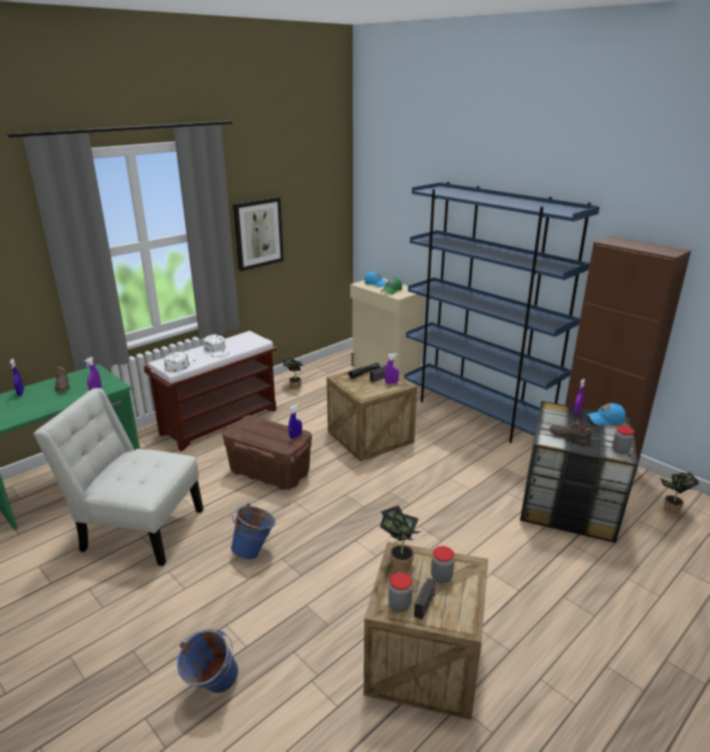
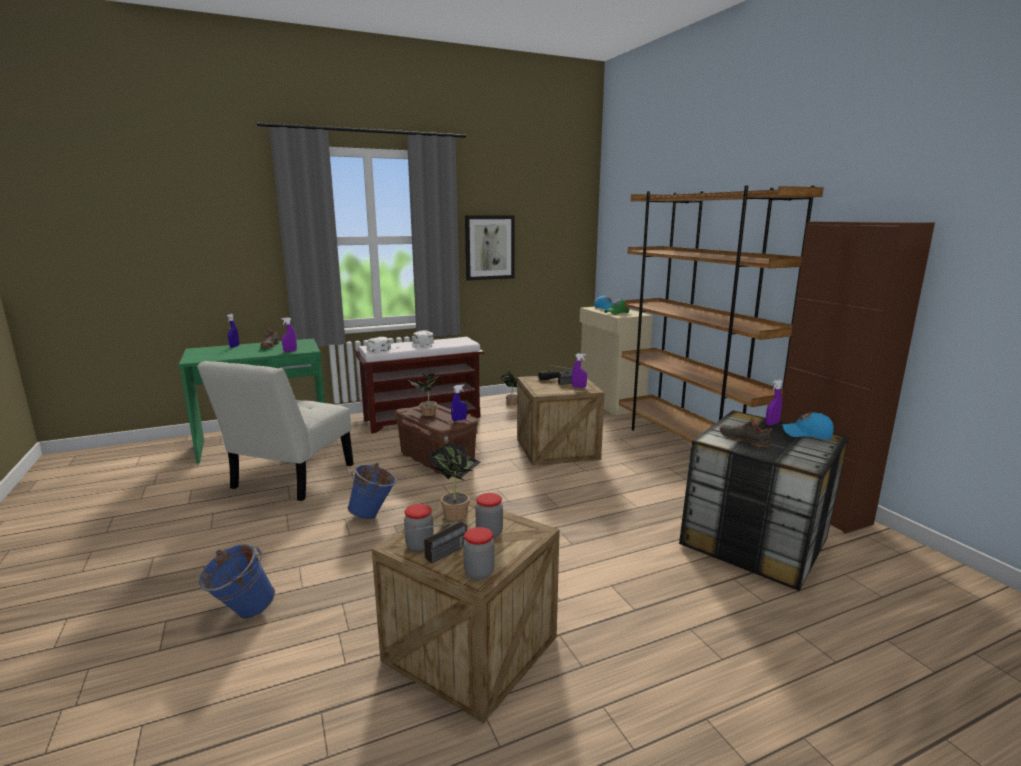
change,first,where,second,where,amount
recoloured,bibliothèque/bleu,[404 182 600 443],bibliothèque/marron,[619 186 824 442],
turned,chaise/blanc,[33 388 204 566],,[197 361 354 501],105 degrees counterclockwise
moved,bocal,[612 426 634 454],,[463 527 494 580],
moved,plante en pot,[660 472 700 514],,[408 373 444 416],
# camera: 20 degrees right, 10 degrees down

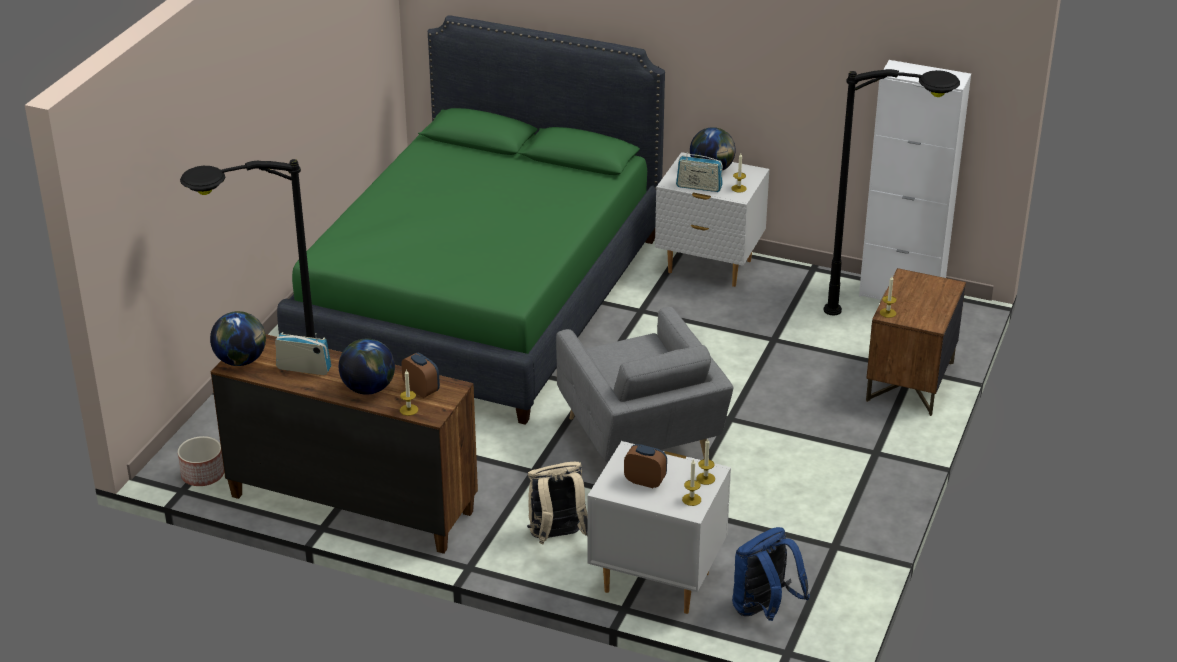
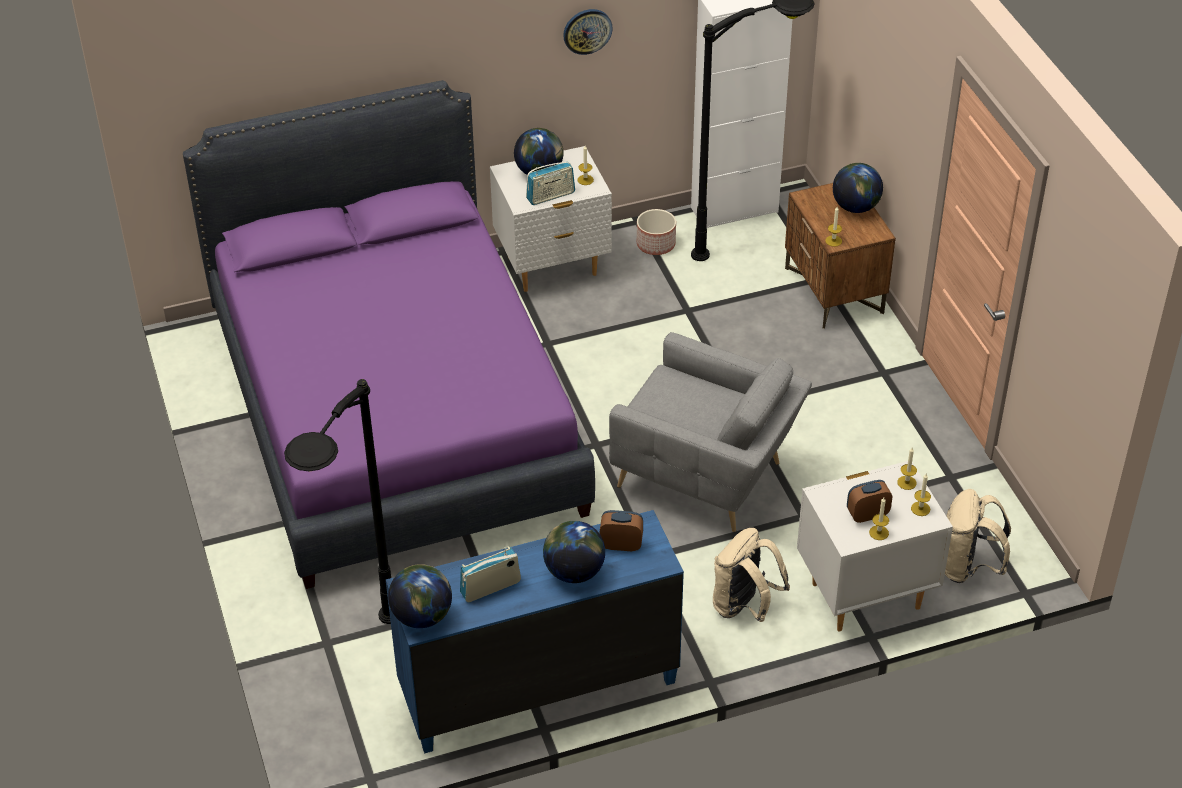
change,first,where,second,where,amount
recoloured,lit/vert,[277 15 665 425],lit/violet,[183 80 595 589],
recoloured,commode/marron,[211 334 478 554],commode/bleu,[386 510 684 753],
moved,bougie,[400 369 418 416],,[869 498 889 540],
moved,cache-pot,[178 436 224 486],,[637 209 676 255],
recoloured,sac à dos/bleu,[732 527 810 621],sac à dos/beige,[945 489 1011 583],
added,,,horloge murale,[563 9 613 55],
added,,,globe,[833 163 883 213],
# camera: 40 degrees left, 10 degrees up

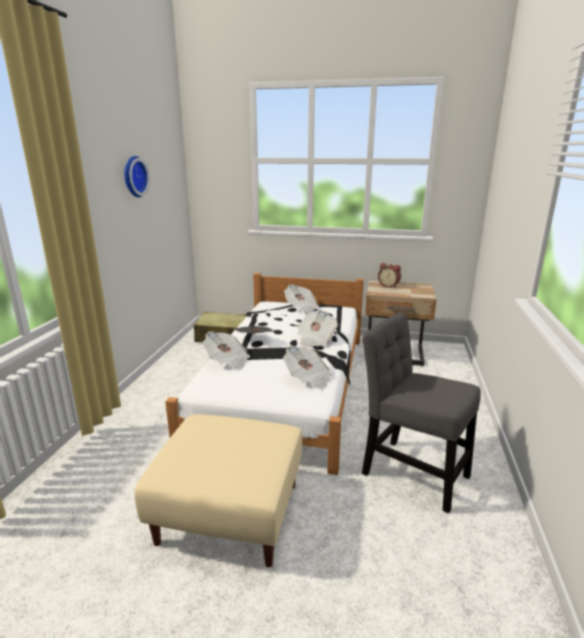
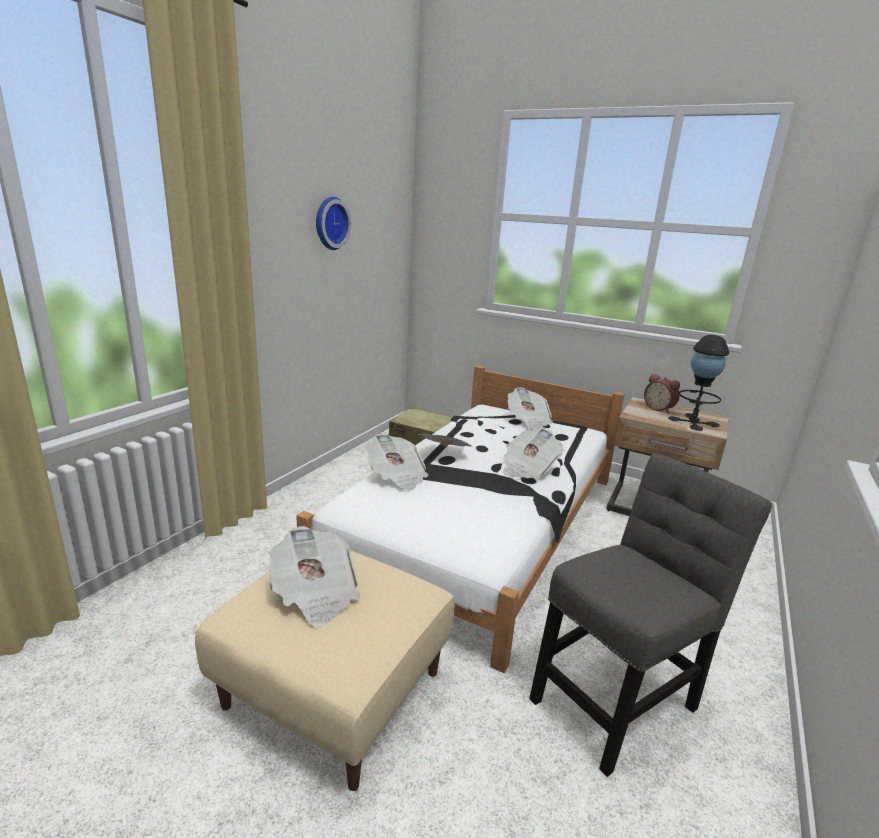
change,first,where,second,where,amount
turned,chaise/gris,[362 312 481 513],,[529 453 772 777],90 degrees clockwise
moved,journal,[283 345 332 390],,[269 526 360 628],
added,,,lampe de table/noir,[668 335 729 431],
# camera: 15 degrees right, 0 degrees up

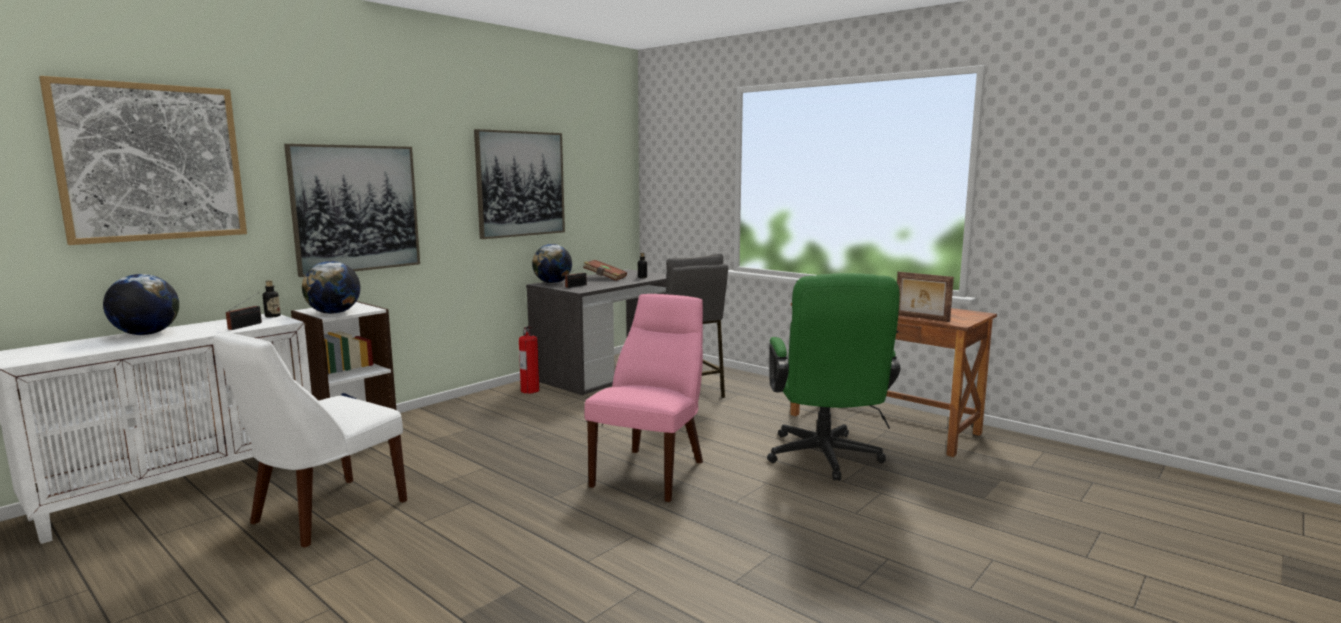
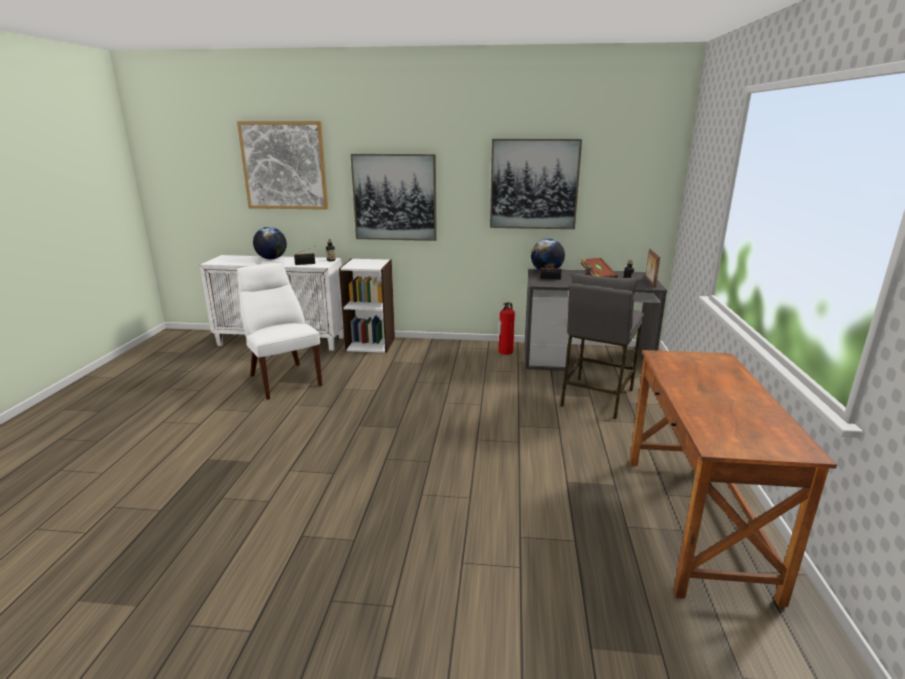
change,first,where,second,where,amount
removed,globe,[302 261 361 314],,,
moved,cadre photo,[897 272 954 322],,[645 249 660 288],
removed,chaise de bureau/vert,[767 273 901 481],,,
removed,chaise/rose,[584 294 703 502],,,
turned,chaise/blanc,[214 332 407 548],,[237 263 322 400],60 degrees clockwise
# camera: 55 degrees right, 10 degrees up

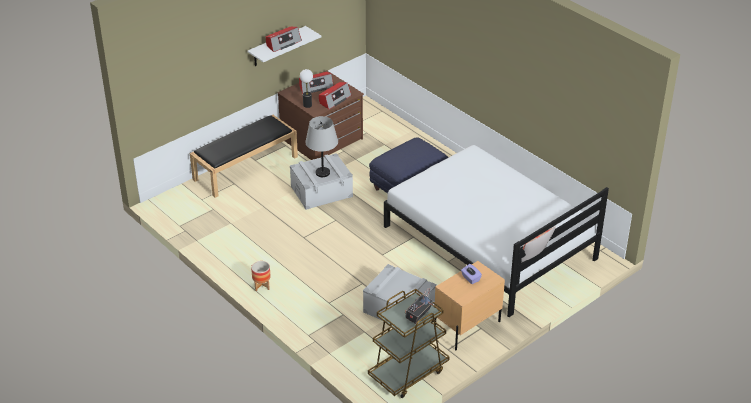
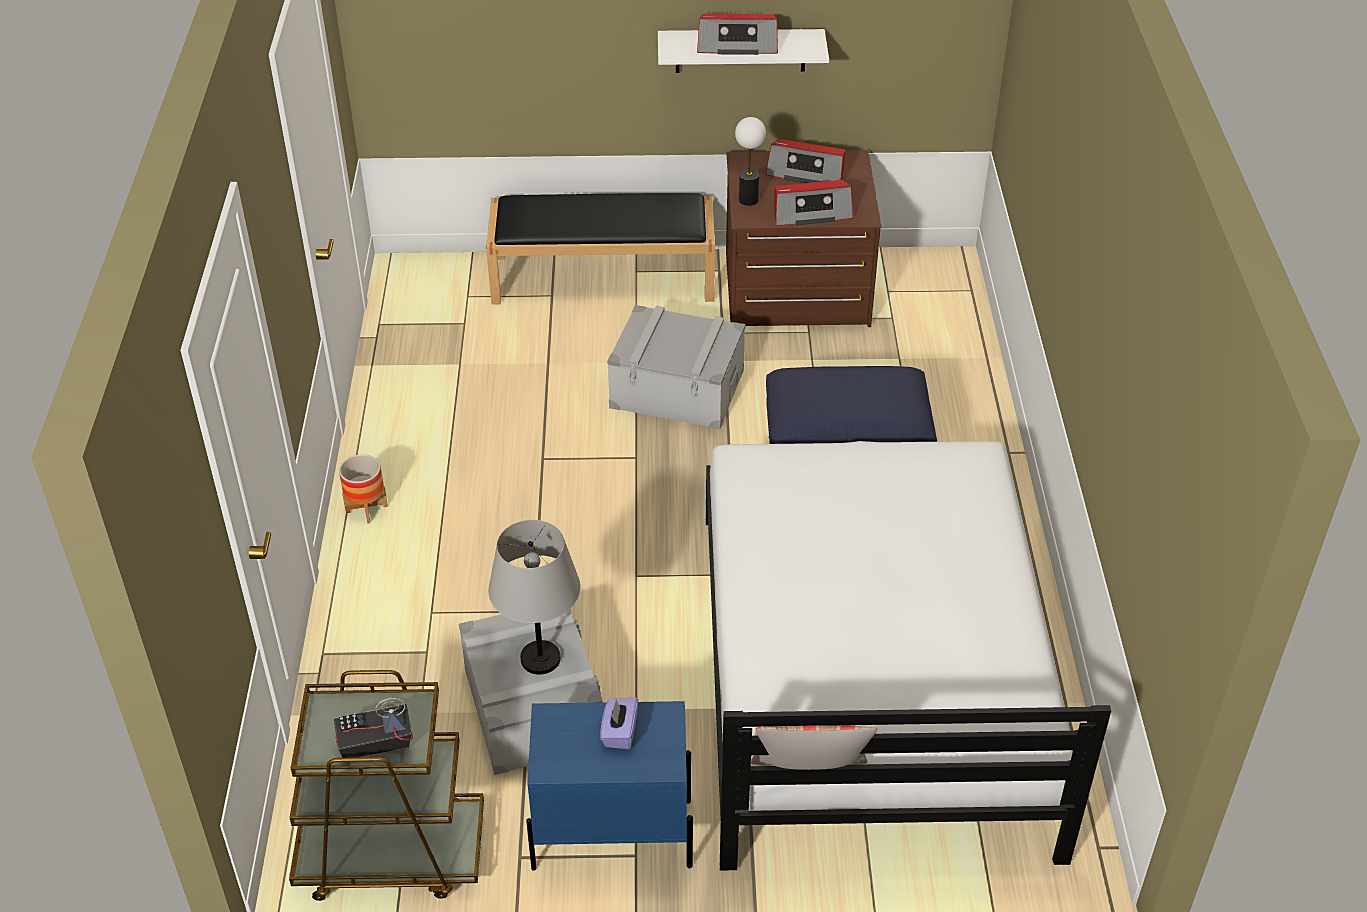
change,first,where,second,where,amount
moved,lampe de table/gris,[305 116 338 177],,[488 520 581 675],
recoloured,table de chevet/beige,[435 261 505 350],table de chevet/bleu,[526 701 693 871],
# camera: 40 degrees right, 5 degrees up

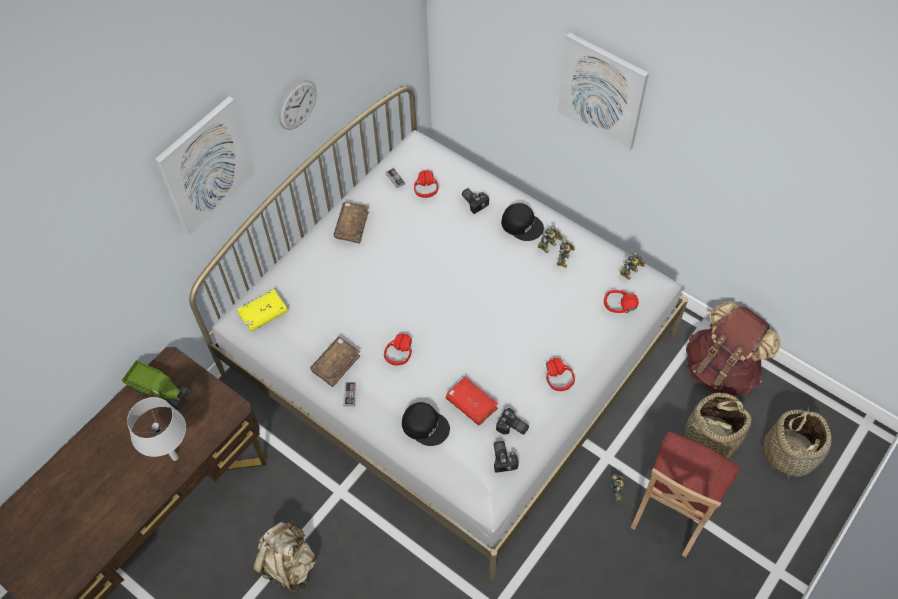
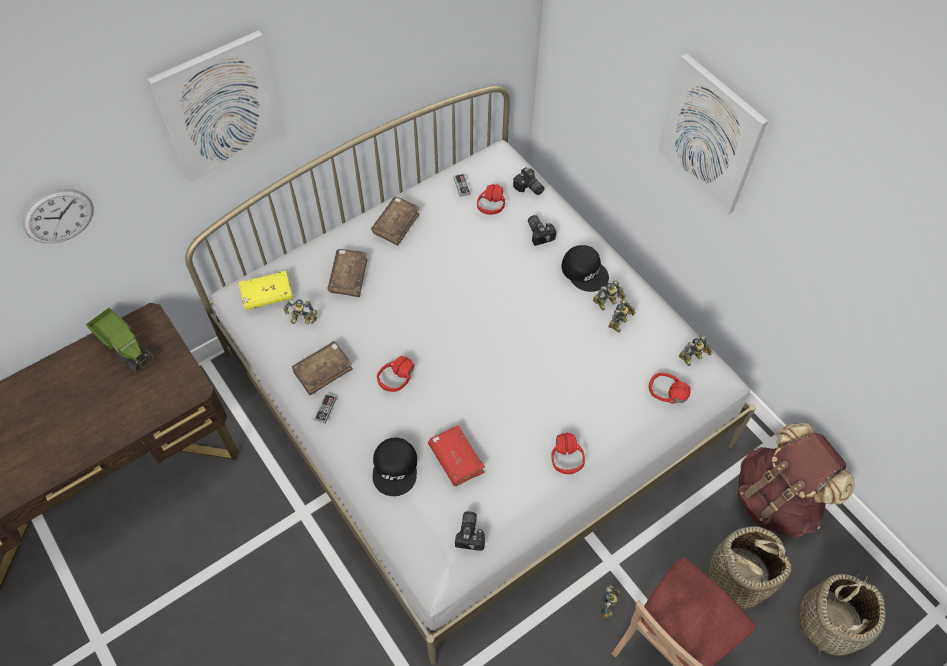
change,first,where,second,where,amount
moved,horloge murale,[279 80 316 130],,[22 189 94 243],
removed,lampe de table/gris,[127 397 186 461],,,
turned,casquette/noir,[402 402 450 446],,[373 438 417 496],45 degrees clockwise
moved,appareil photo,[496 408 529 435],,[513 167 544 195],
removed,sac à dos/beige,[253 521 316 594],,,
added,,,livre/marron,[328 249 367 297],
added,,,robot jouet,[283 299 317 324],
# camera: 15 degrees right, 0 degrees up

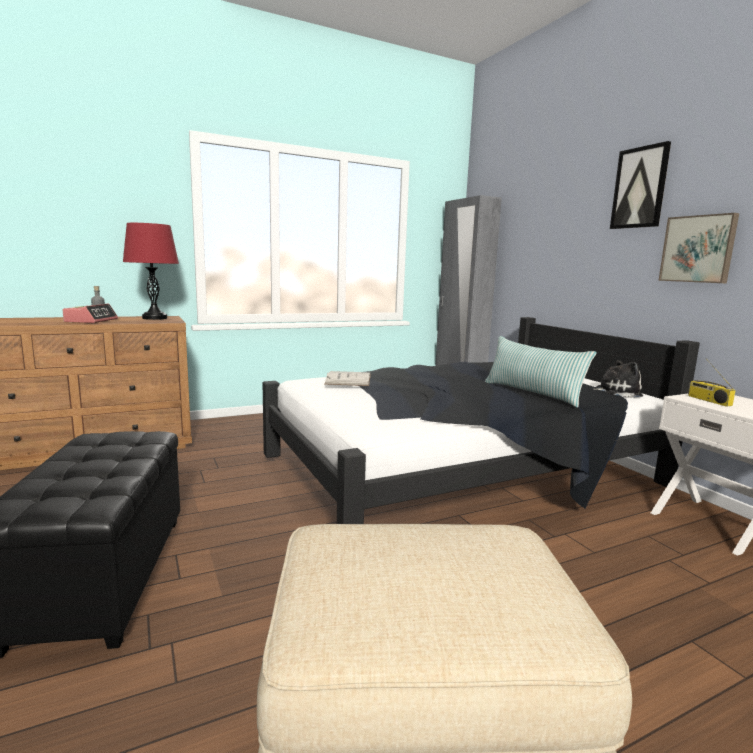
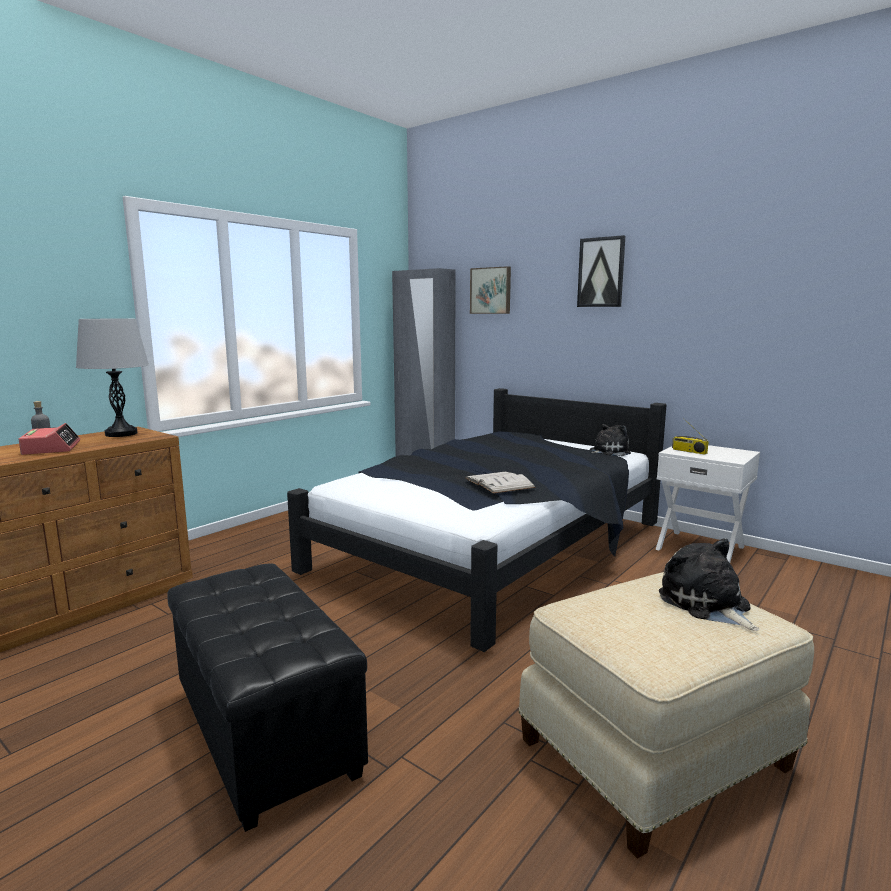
change,first,where,second,where,amount
moved,tableau,[658 213 739 283],,[470 266 511 314],
recoloured,lampe de table/rouge,[123 223 179 320],lampe de table/gris,[76 319 149 437],
removed,coussin,[485 336 597 408],,,
moved,livre/blanc,[324 371 371 386],,[465 472 536 494],
added,,,peluche,[659 538 759 631],
# camera: 25 degrees left, 0 degrees up

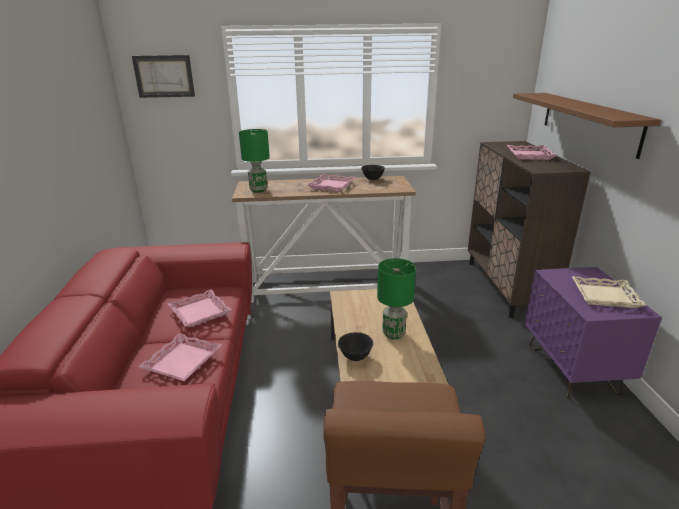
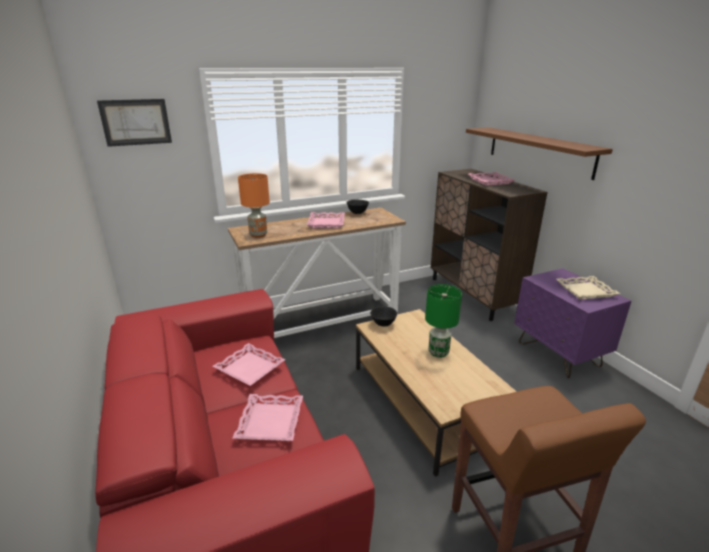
change,first,where,second,where,amount
recoloured,lampe de table/vert,[239 129 270 193],lampe de table/orange,[238 173 270 238],
moved,bol/noir,[338 332 373 361],,[370 306 397 327],
# camera: 20 degrees left, 0 degrees up

